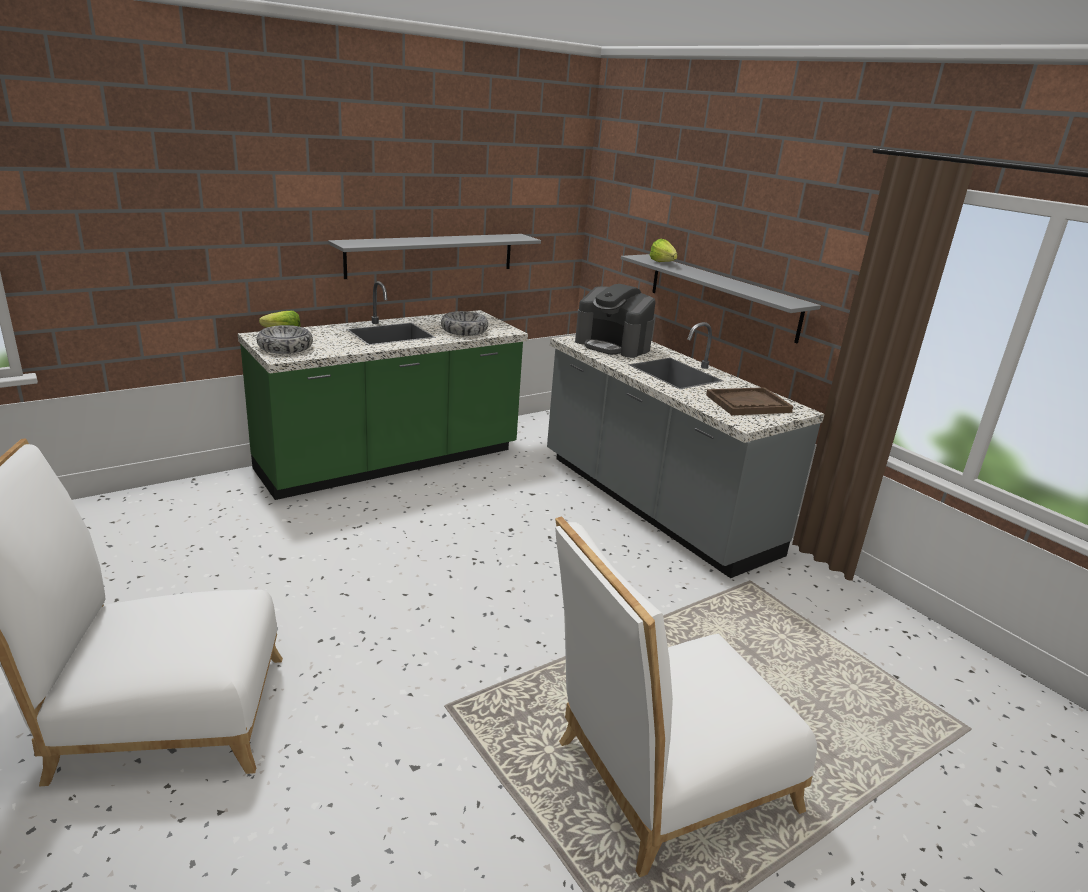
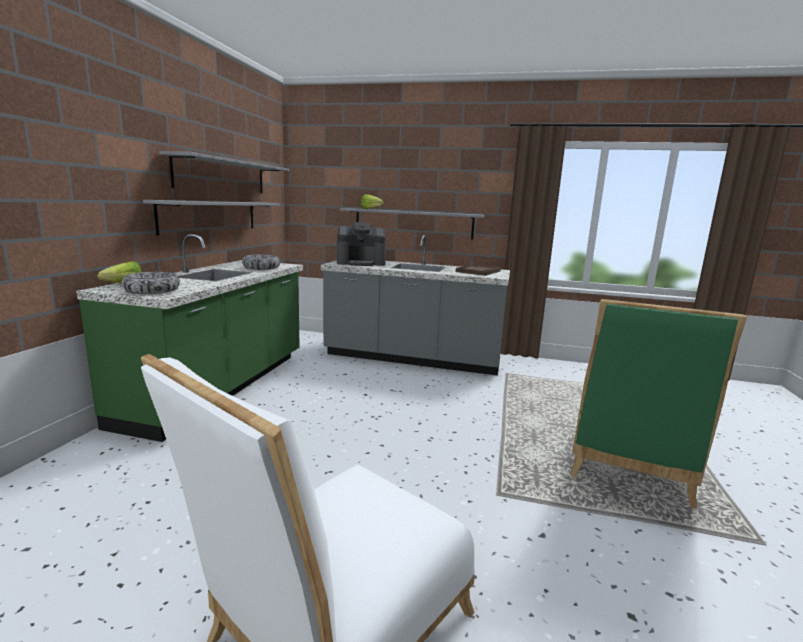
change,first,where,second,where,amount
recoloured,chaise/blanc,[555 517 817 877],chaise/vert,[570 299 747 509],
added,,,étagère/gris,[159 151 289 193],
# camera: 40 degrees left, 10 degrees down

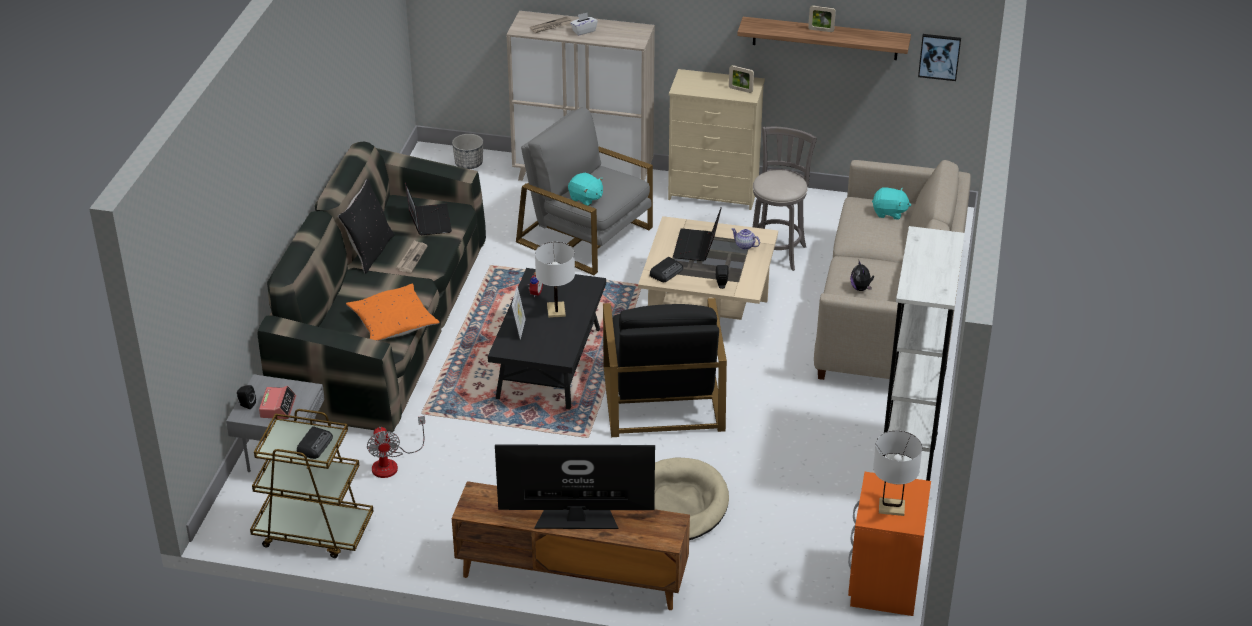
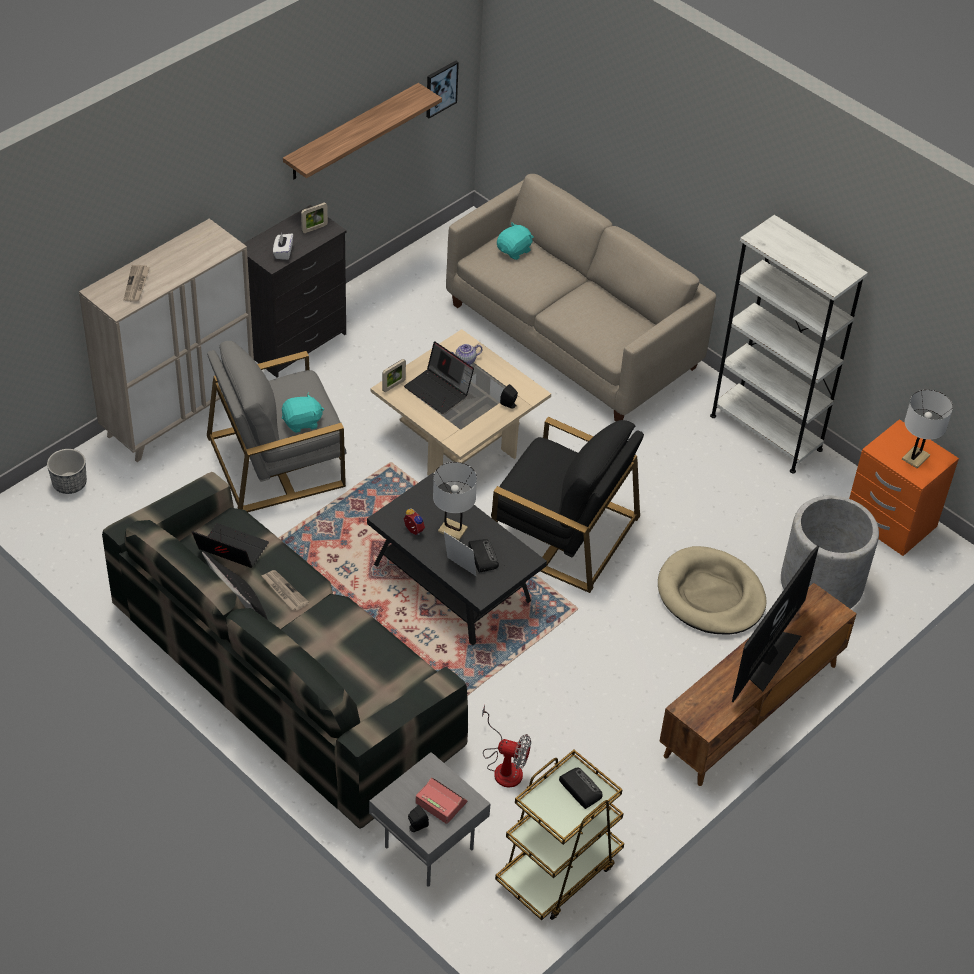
change,first,where,second,where,amount
moved,cadre photo,[808 5 836 32],,[382 359 406 392],
moved,boîte à mouchoirs/blanc,[570 13 598 36],,[273 233 293 260],
recoloured,commode/beige,[668 69 765 210],commode/noir,[243 205 347 378],
removed,tabouret/gris,[753 127 817 271],,,
moved,radio,[650 257 683 282],,[468 539 499 573],
removed,peluche,[850 261 874 291],,,
removed,coussin/orange,[346 284 439 341],,,
added,,,cache-pot/gris,[781 495 879 609],
# camera: 60 degrees left, 10 degrees up

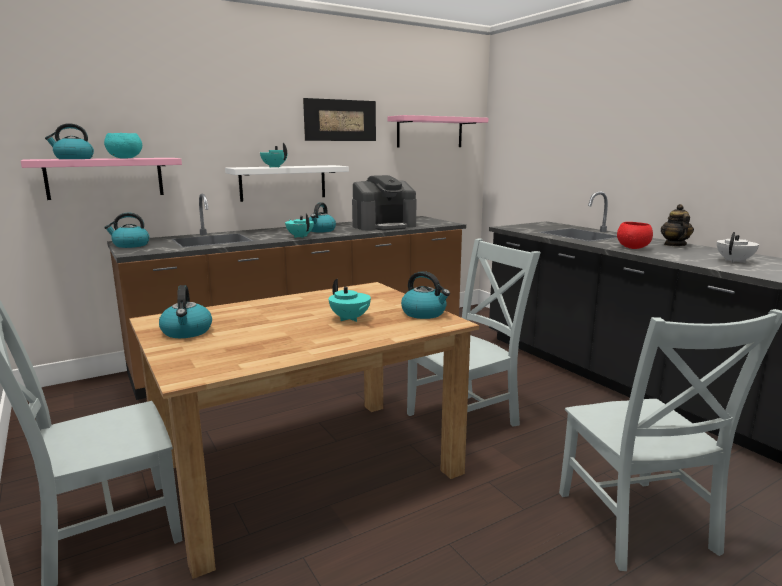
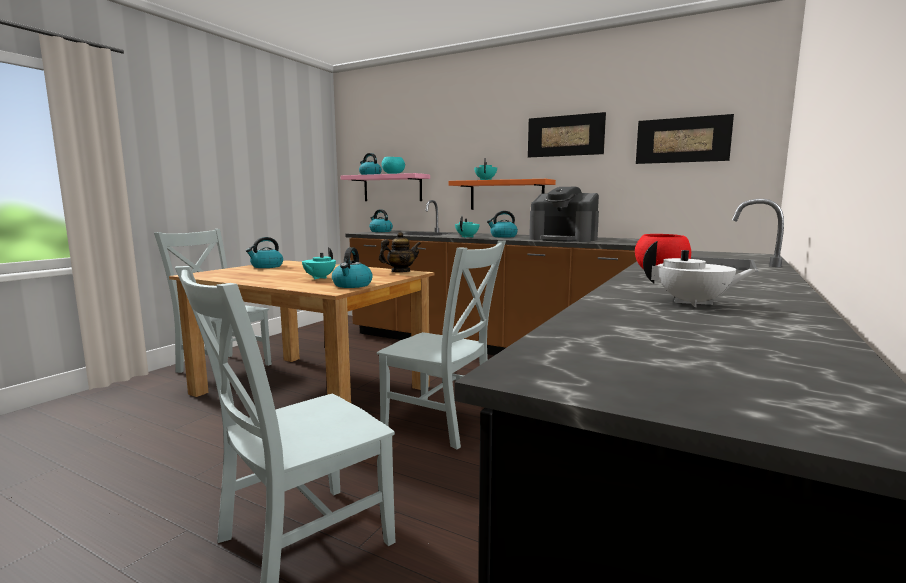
change,first,where,second,where,amount
replaced,étagère/rose,[388 115 488 147],tableau,[636 114 734 164],
recoloured,étagère/blanc,[225 165 349 202],étagère/orange,[449 179 556 210],
moved,théière,[661 204 694 246],,[379 232 421 272],
# camera: 60 degrees right, 5 degrees down

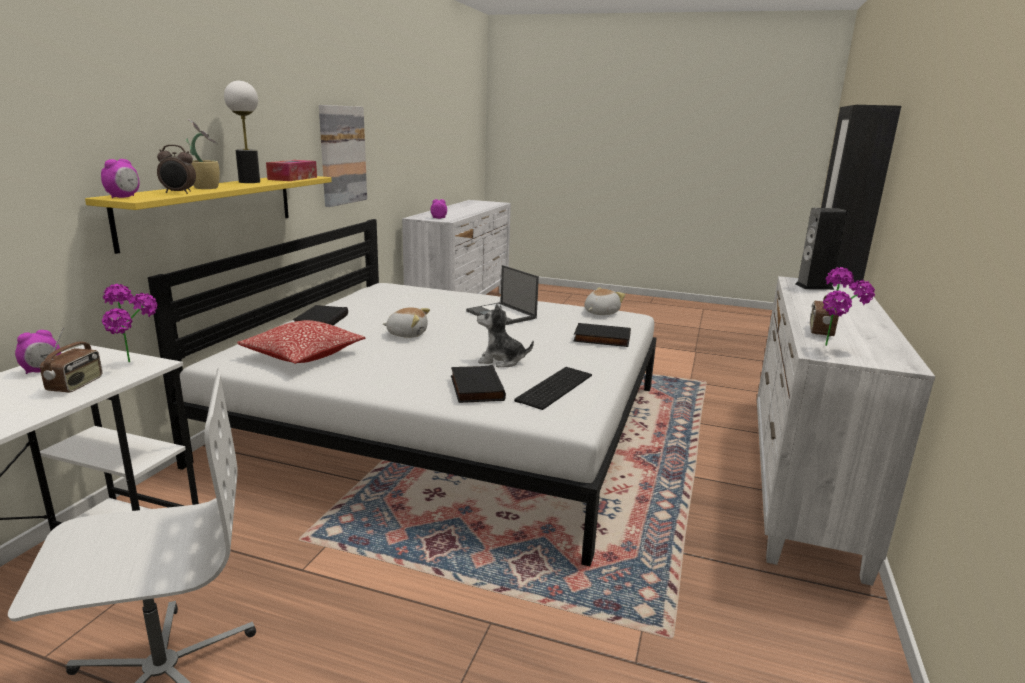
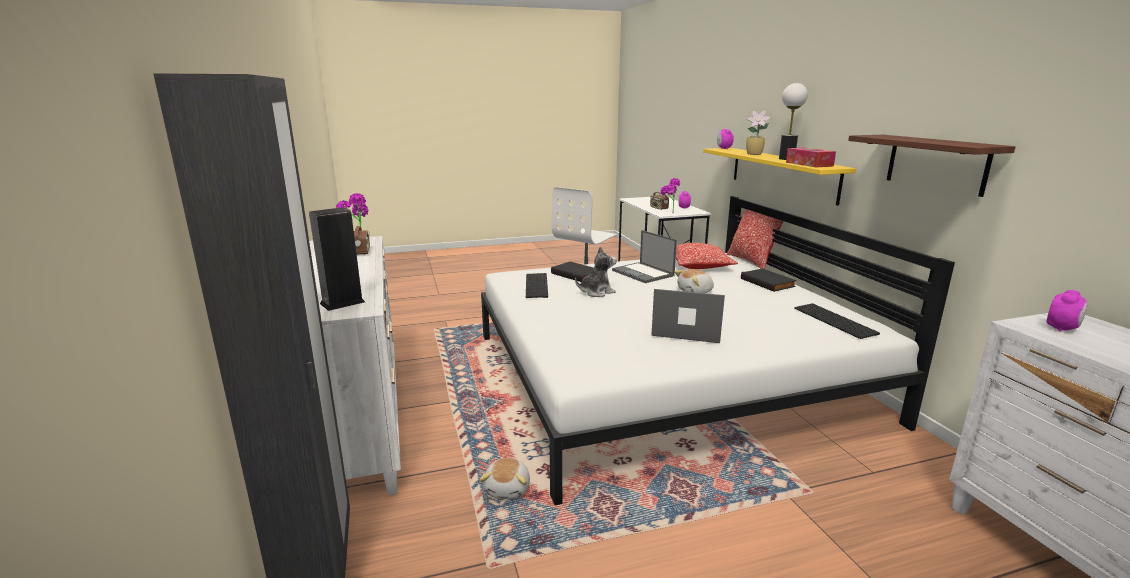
change,first,where,second,where,amount
replaced,tableau,[319 105 367 207],étagère,[848 135 1015 197],
removed,réveil,[157 145 196 194],,,
moved,peluche,[584 288 625 315],,[480 458 530 499],
removed,livre/noir,[573 323 631 347],,,
added,,,coussin,[727 209 784 269],
added,,,ordinateur portable,[612 230 677 283],
added,,,clavier,[794 303 880 339],
# camera: 145 degrees right, 0 degrees up

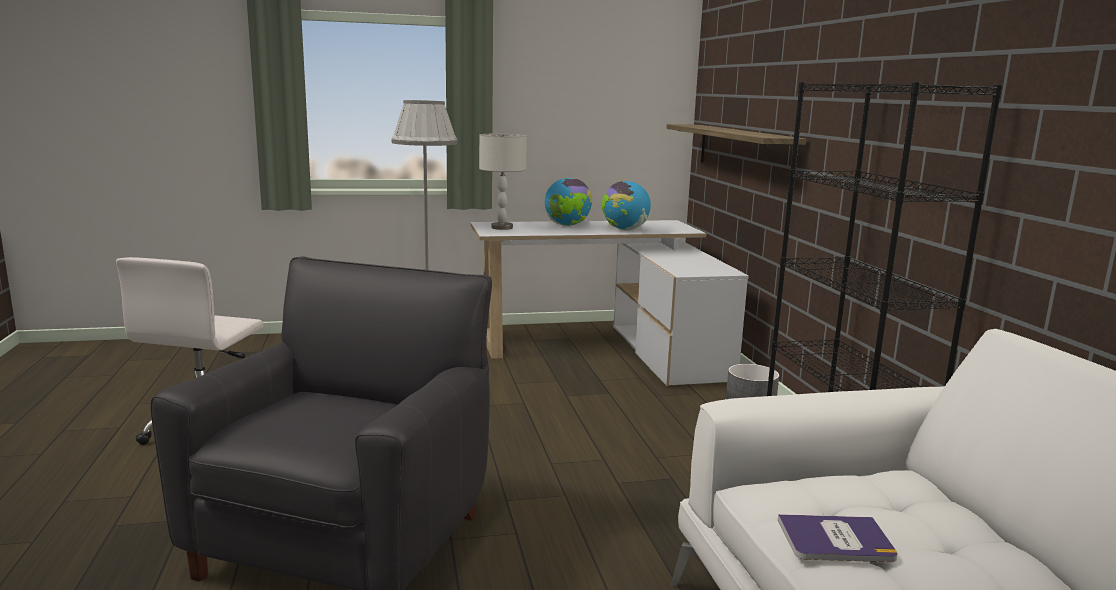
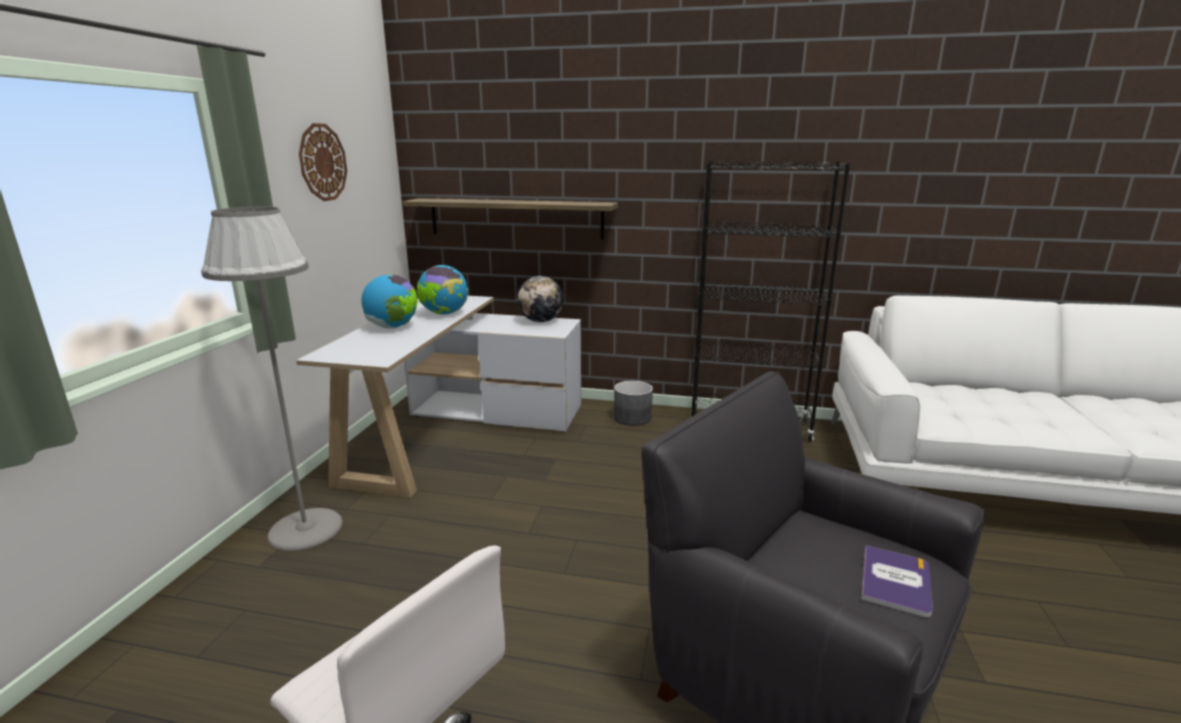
change,first,where,second,where,amount
removed,lampe de table/gris,[479 134 527 230],,,
moved,livre,[778 514 898 562],,[861 545 933 617],
added,,,horloge murale,[299 123 347 201],
added,,,globe,[517 276 563 322],
# camera: 65 degrees left, 5 degrees up

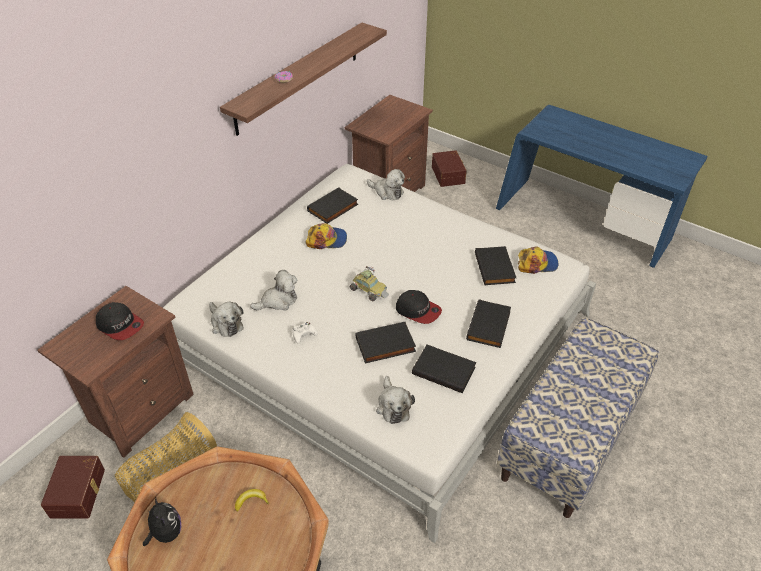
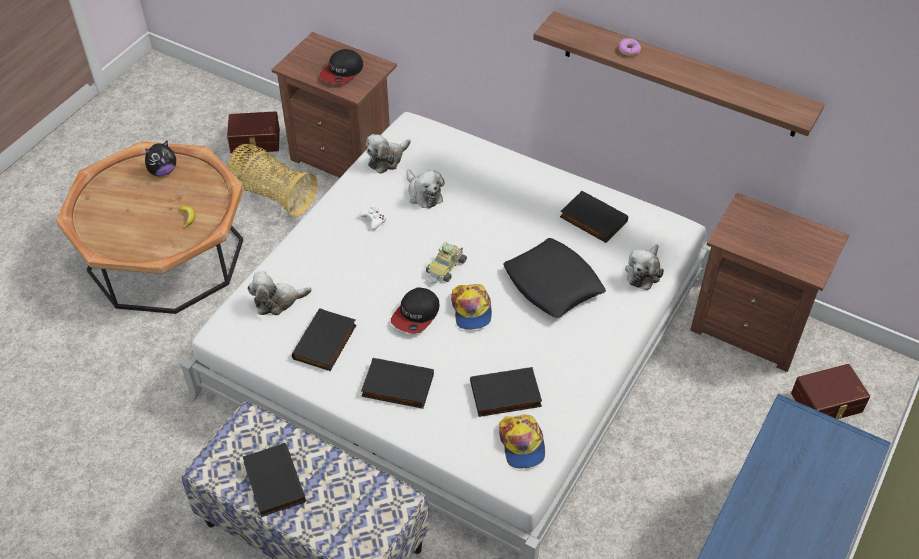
change,first,where,second,where,amount
moved,casquette,[306 223 347 249],,[451 284 492 330],
moved,livre/noir,[356 322 416 363],,[243 443 306 517],
added,,,coussin/noir,[503 238 606 318],
# camera: 85 degrees right, 5 degrees up

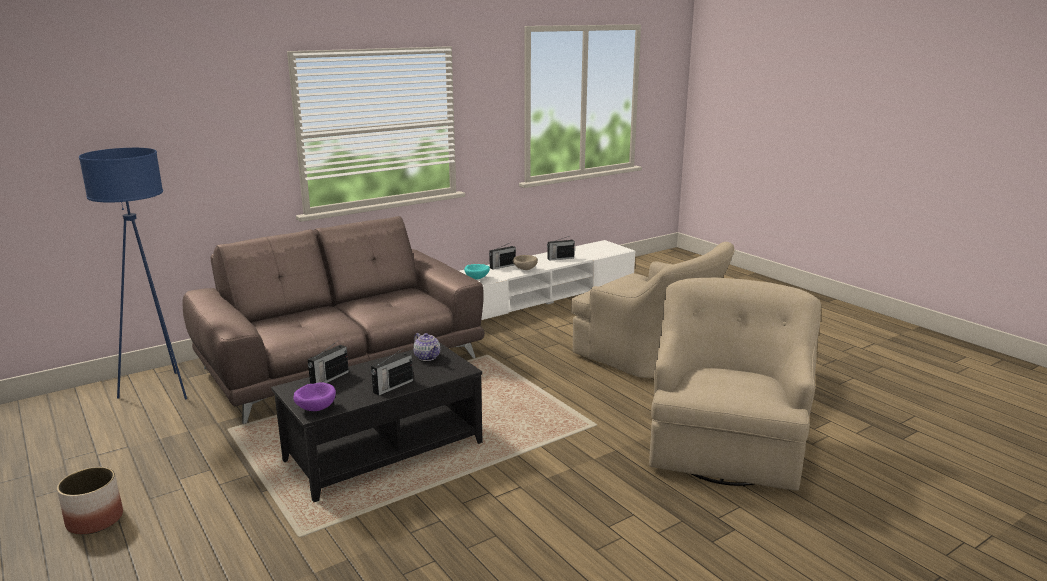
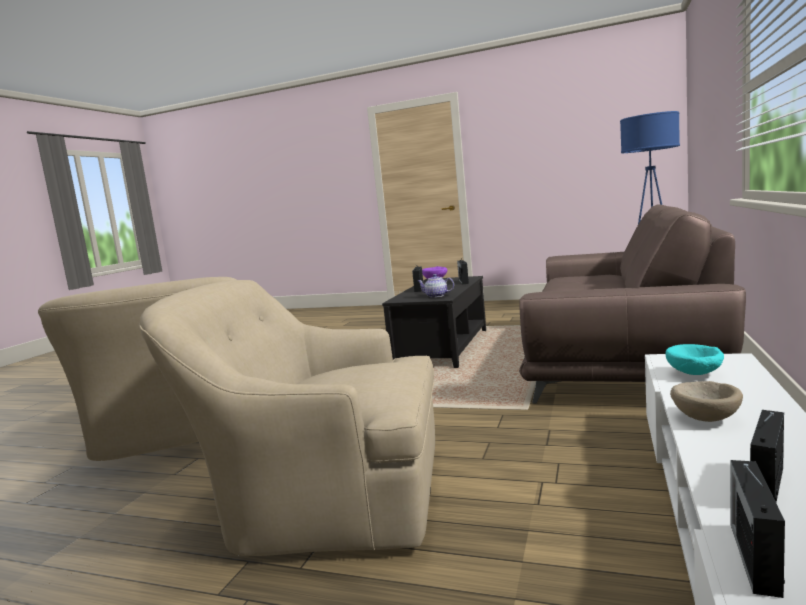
change,first,where,second,where,amount
moved,radio,[489 242 516 270],,[730 460 785 598],
removed,cache-pot,[57 467 123 535],,,
# camera: 145 degrees right, 10 degrees down

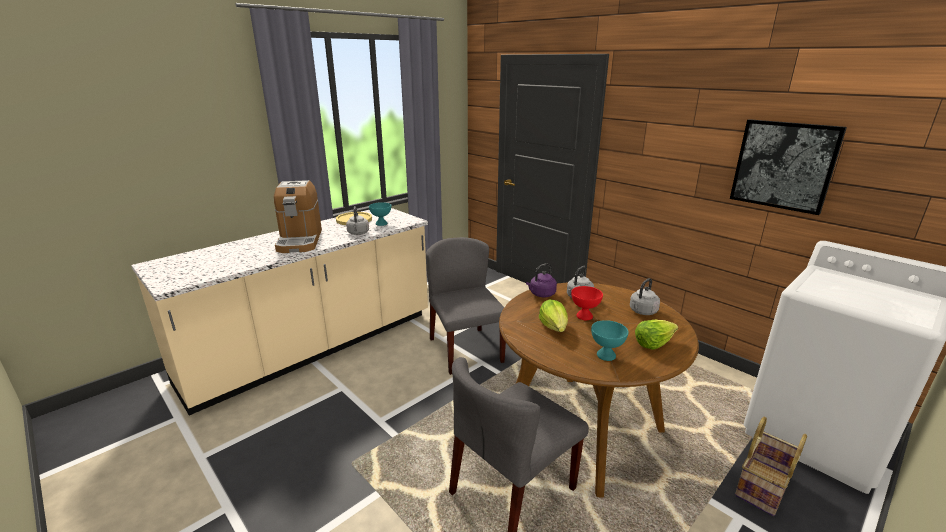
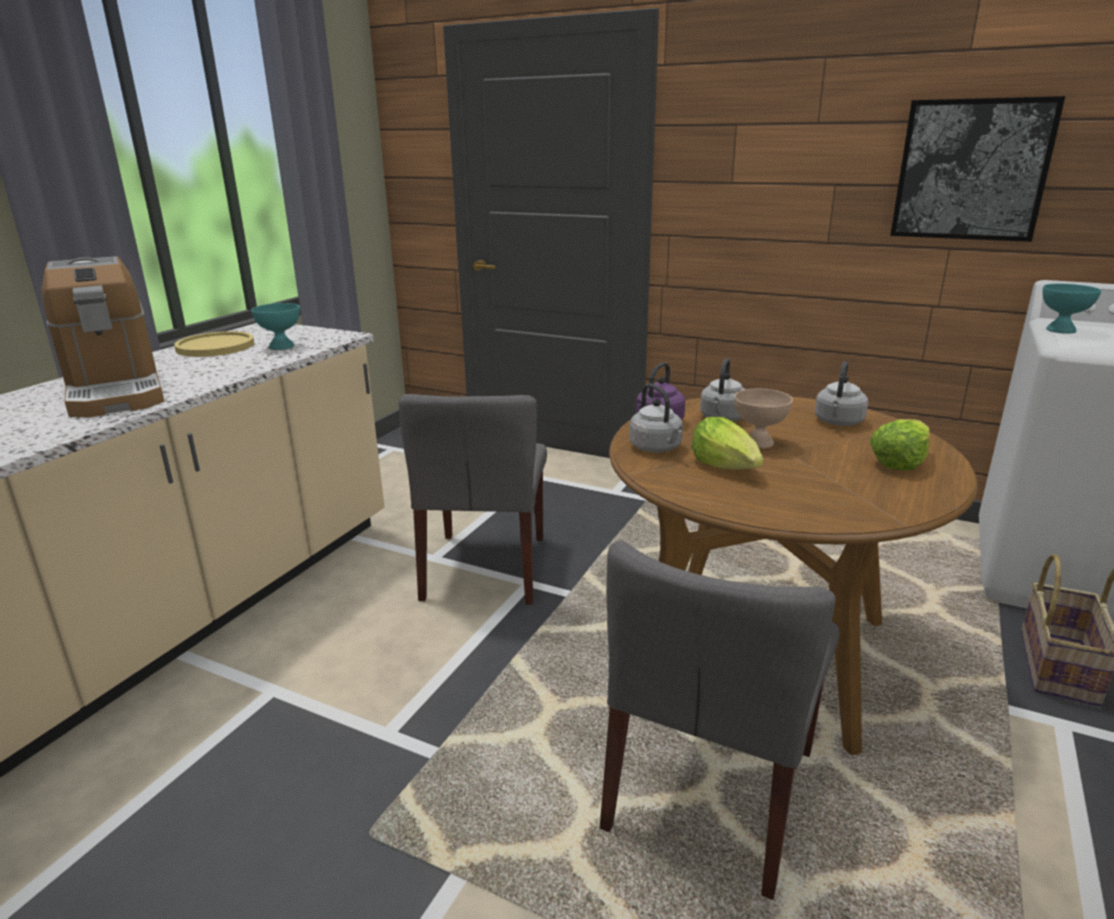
change,first,where,second,where,amount
moved,bouilloire/gris,[346 206 369 235],,[629 384 683 453],
turned,chaise/gris,[426 237 506 375],,[399 394 547 605],135 degrees counterclockwise
recoloured,bol/rouge,[571 286 603 320],bol/beige,[734 389 793 449],
moved,bol/turquoise,[591 320 628 361],,[1043 284 1101 334],
# camera: 20 degrees left, 0 degrees up

